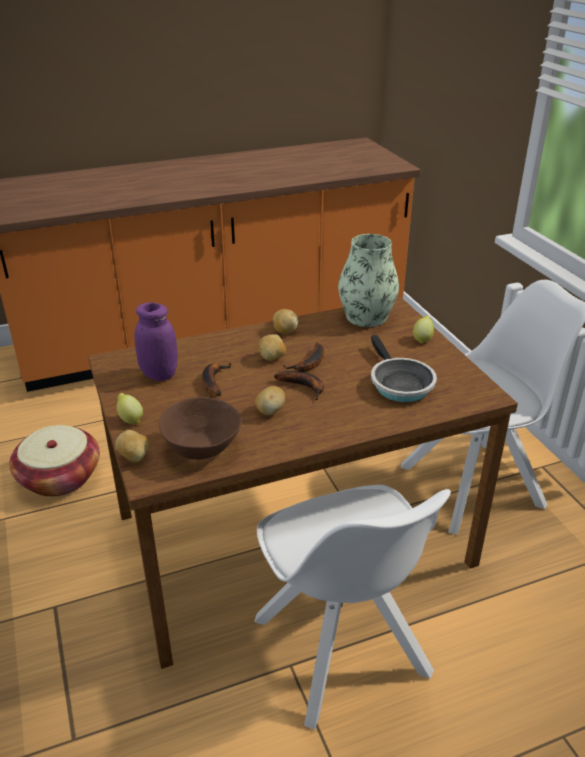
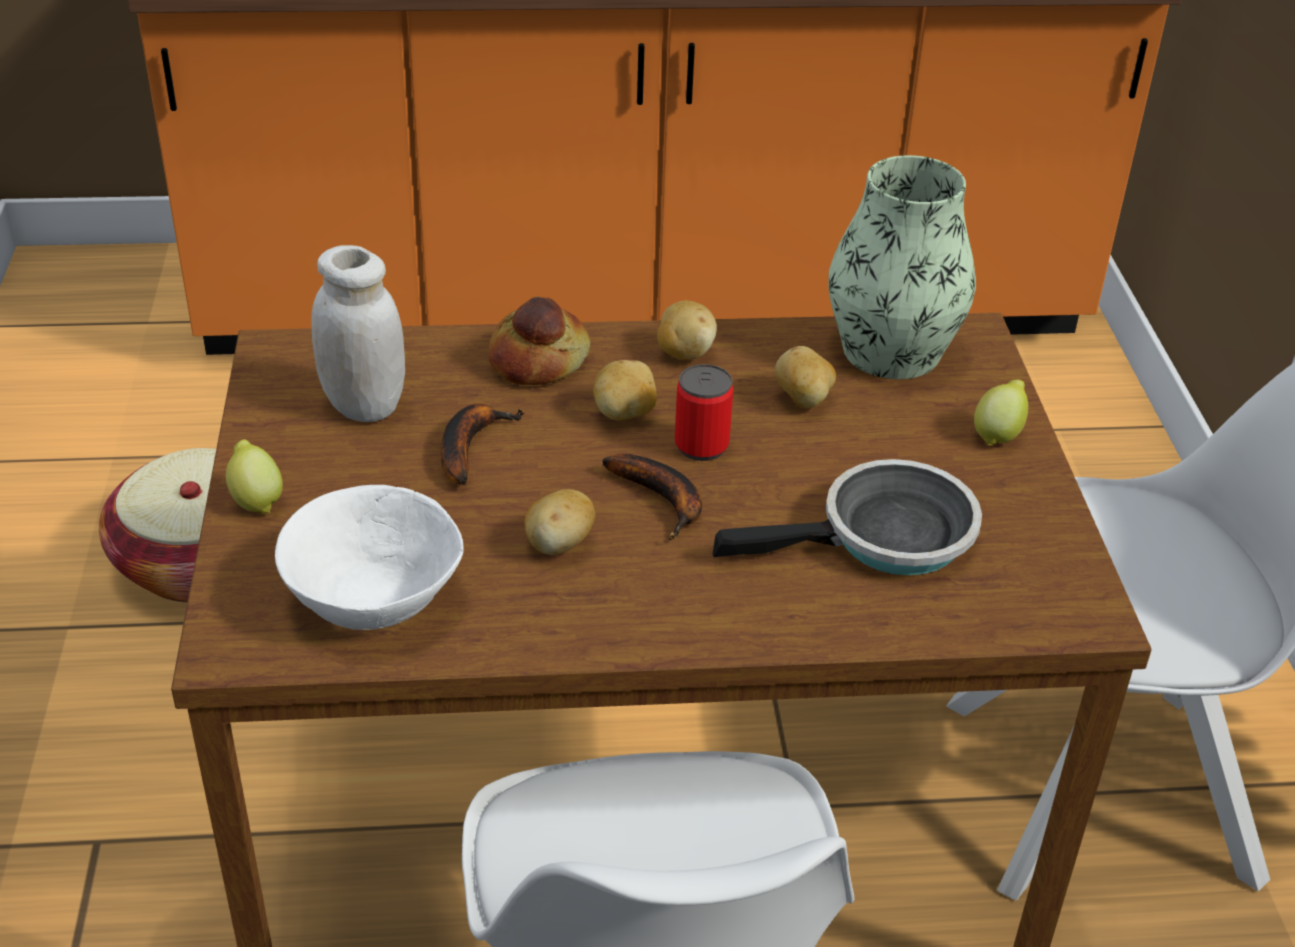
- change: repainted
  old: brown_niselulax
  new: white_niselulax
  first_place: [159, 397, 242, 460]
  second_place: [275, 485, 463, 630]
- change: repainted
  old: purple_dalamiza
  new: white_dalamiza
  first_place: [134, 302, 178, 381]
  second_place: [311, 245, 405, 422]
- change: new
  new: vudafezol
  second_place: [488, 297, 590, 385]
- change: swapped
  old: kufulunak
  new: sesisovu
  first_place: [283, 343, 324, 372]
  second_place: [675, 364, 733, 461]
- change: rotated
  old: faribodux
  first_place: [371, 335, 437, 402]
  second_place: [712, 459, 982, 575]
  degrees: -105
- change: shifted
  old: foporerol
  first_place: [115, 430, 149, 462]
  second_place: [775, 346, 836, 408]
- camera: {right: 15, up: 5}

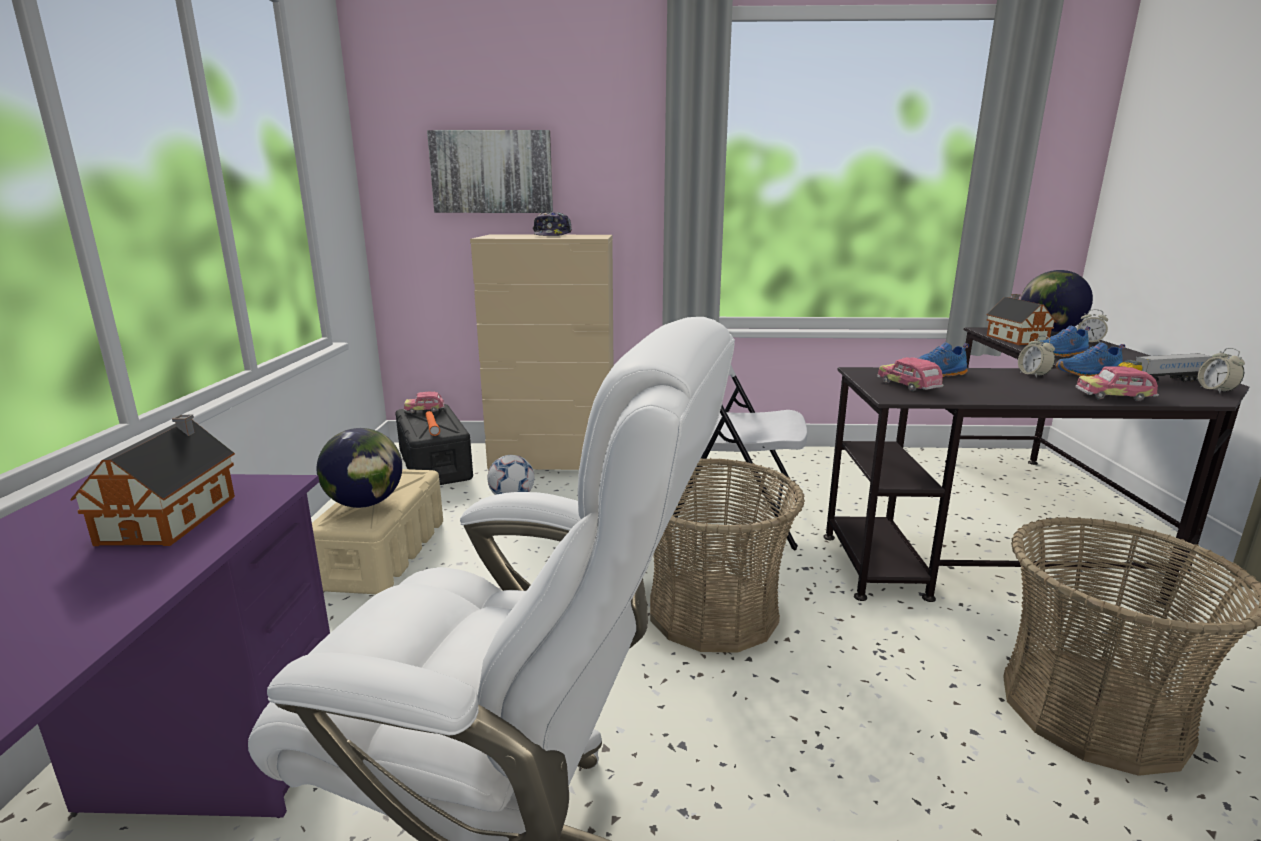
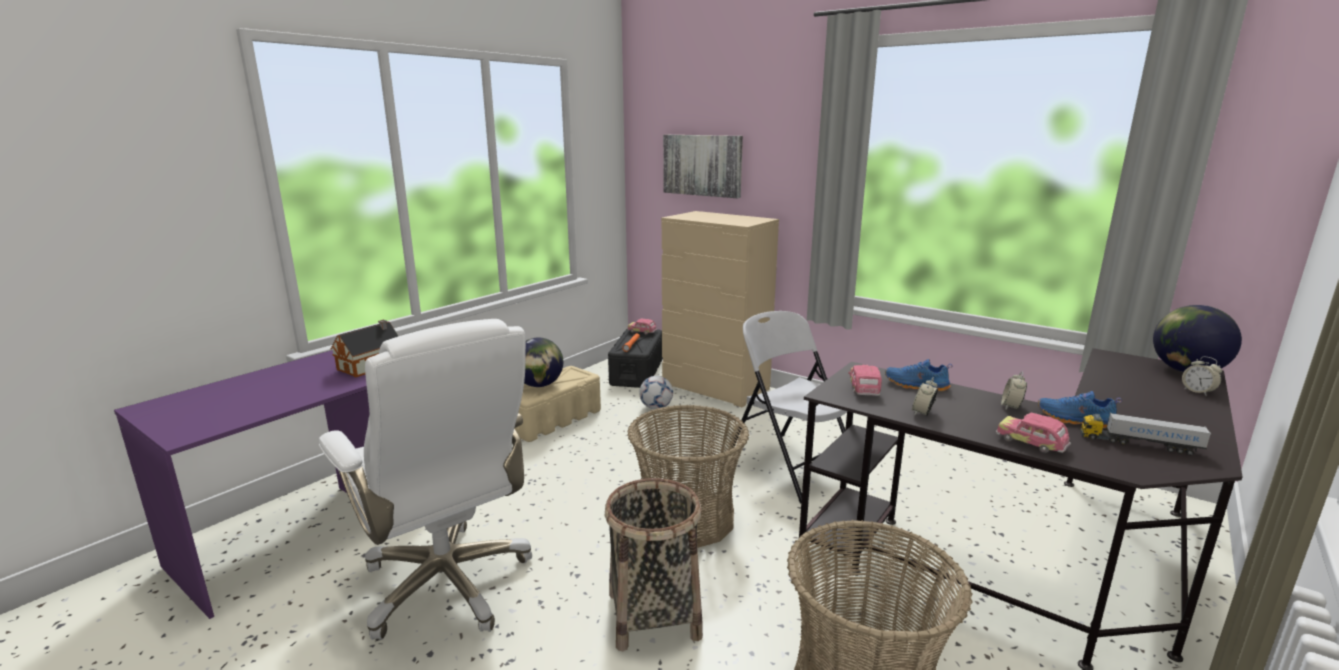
- change: new
  new: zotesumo
  second_place: [605, 478, 703, 651]
- change: shifted
  old: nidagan
  first_place: [1198, 348, 1245, 393]
  second_place: [912, 377, 938, 416]
- change: gone
  old: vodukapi
  first_place: [533, 211, 572, 236]
- change: gone
  old: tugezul
  first_place: [986, 294, 1056, 345]
- change: gone
  old: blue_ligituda
  first_place: [1040, 326, 1090, 357]
- camera: {right: 35, up: 0}

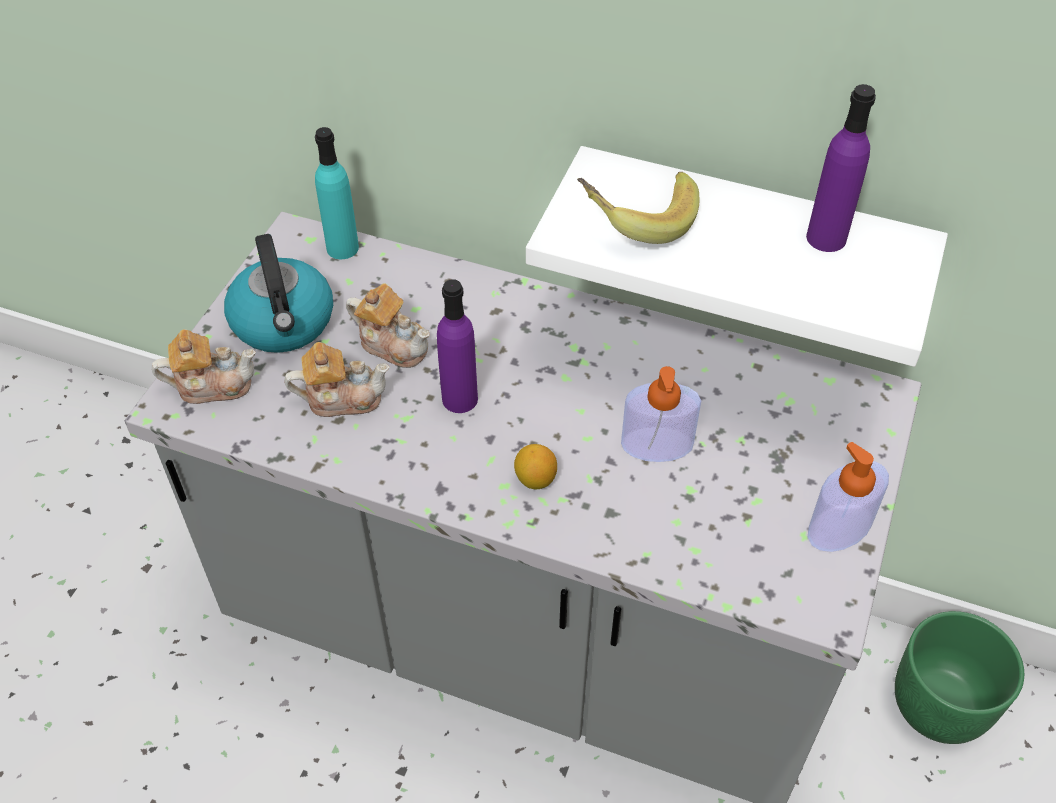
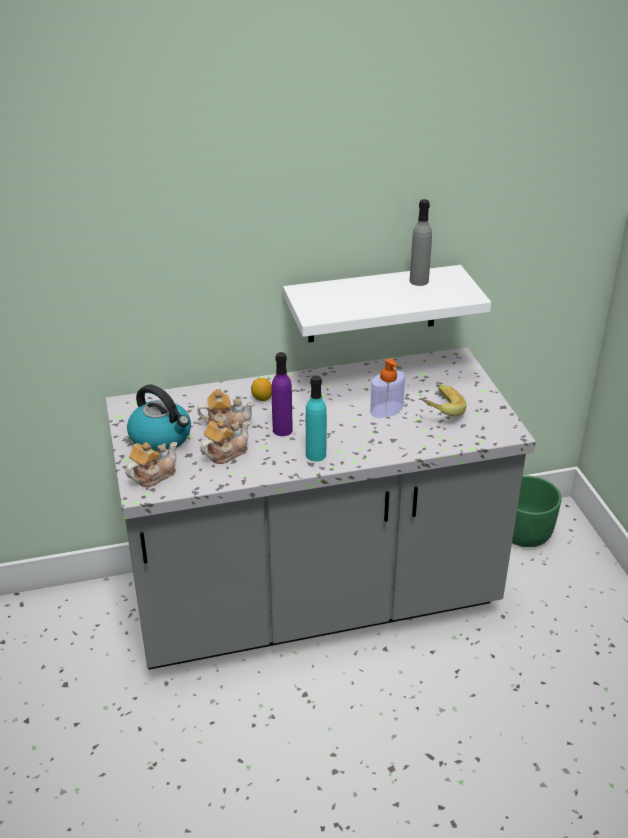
- change: shifted
  old: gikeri
  first_place: [514, 444, 557, 489]
  second_place: [251, 378, 272, 401]
- change: shifted
  old: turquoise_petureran
  first_place: [315, 127, 359, 259]
  second_place: [306, 375, 327, 462]
- change: repainted
  old: purple_petureran
  new: grey_petureran
  first_place: [806, 84, 876, 252]
  second_place: [410, 199, 432, 286]
- change: shifted
  old: kufulunak
  first_place: [577, 172, 700, 244]
  second_place: [420, 385, 466, 416]
- change: gone
  old: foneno
  first_place: [808, 442, 889, 552]
- camera: {right: -35, up: -15}

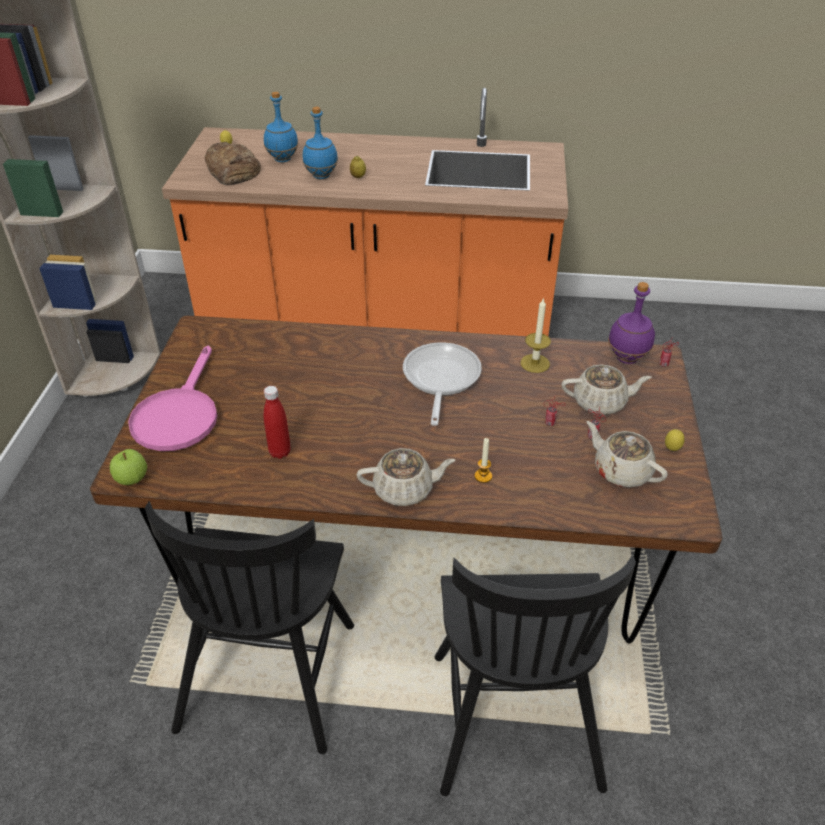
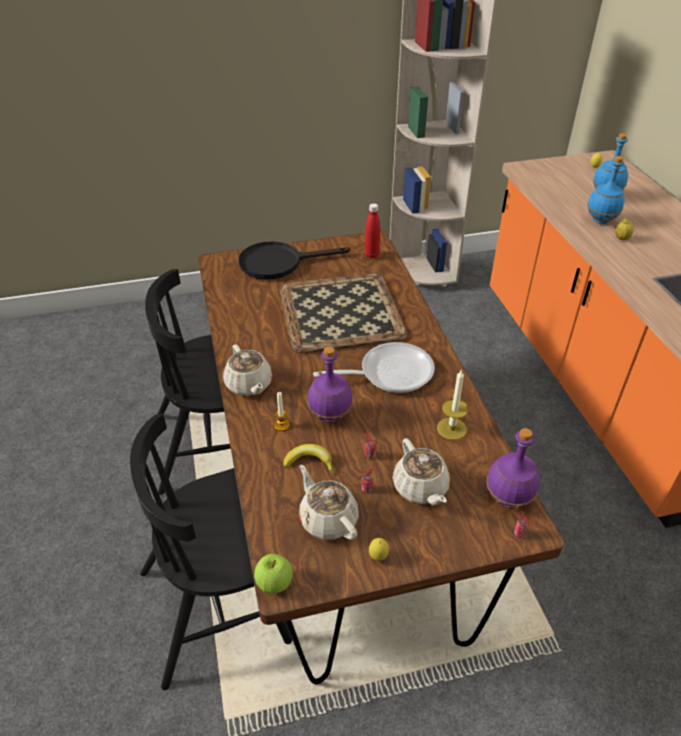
- change: repainted
  old: pink_faribodux
  new: black_faribodux
  first_place: [128, 345, 217, 451]
  second_place: [239, 241, 350, 280]
- change: shifted
  old: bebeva
  first_place: [110, 449, 147, 485]
  second_place: [254, 554, 293, 594]
- change: new
  new: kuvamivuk
  second_place: [279, 274, 407, 353]
- change: new
  new: kufulunak
  second_place: [283, 444, 333, 473]
- change: rotated
  old: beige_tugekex
  first_place: [587, 421, 668, 488]
  second_place: [299, 465, 359, 540]
  degrees: -60
- change: new
  new: purple_petureran
  second_place: [308, 347, 353, 423]
- change: shifted
  old: red_petureran
  first_place: [264, 386, 291, 459]
  second_place: [365, 203, 380, 258]
- change: gone
  old: vudafezol
  first_place: [205, 142, 261, 185]
- camera: {right: 70, up: 0}

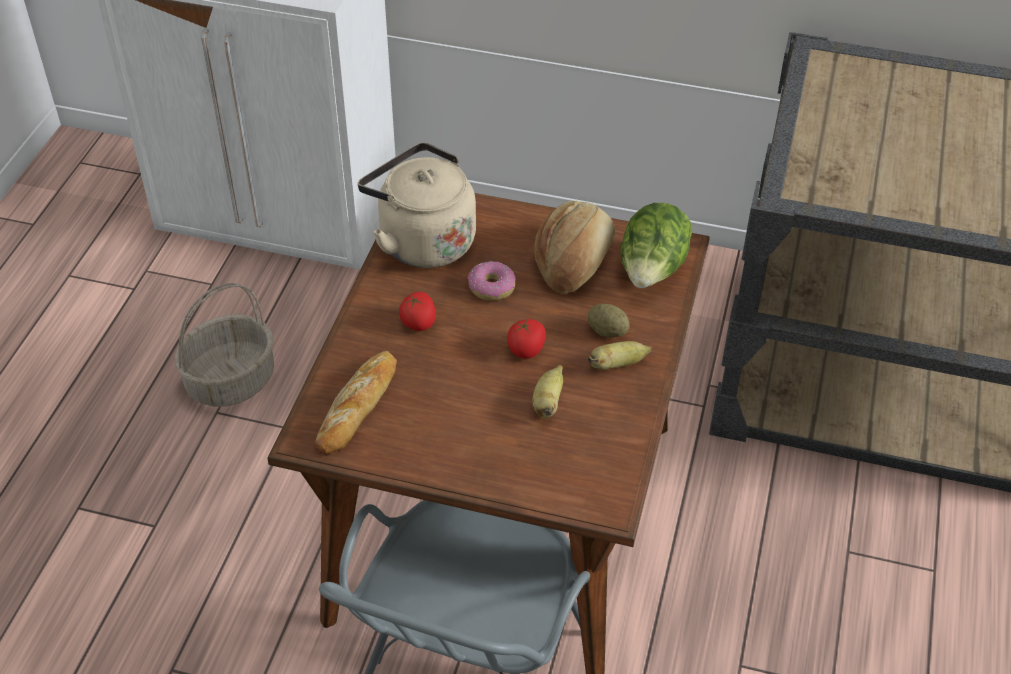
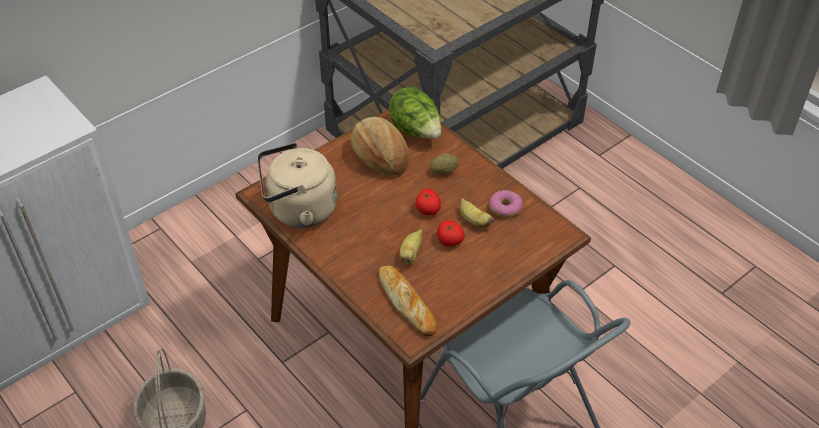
- change: shifted
  old: kufulunak
  first_place: [588, 341, 652, 370]
  second_place: [399, 229, 422, 264]
- change: shifted
  old: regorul
  first_place: [399, 292, 436, 331]
  second_place: [437, 220, 464, 247]
- change: shifted
  old: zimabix
  first_place: [468, 261, 516, 301]
  second_place: [489, 190, 523, 218]
- camera: {right: -55, up: 0}

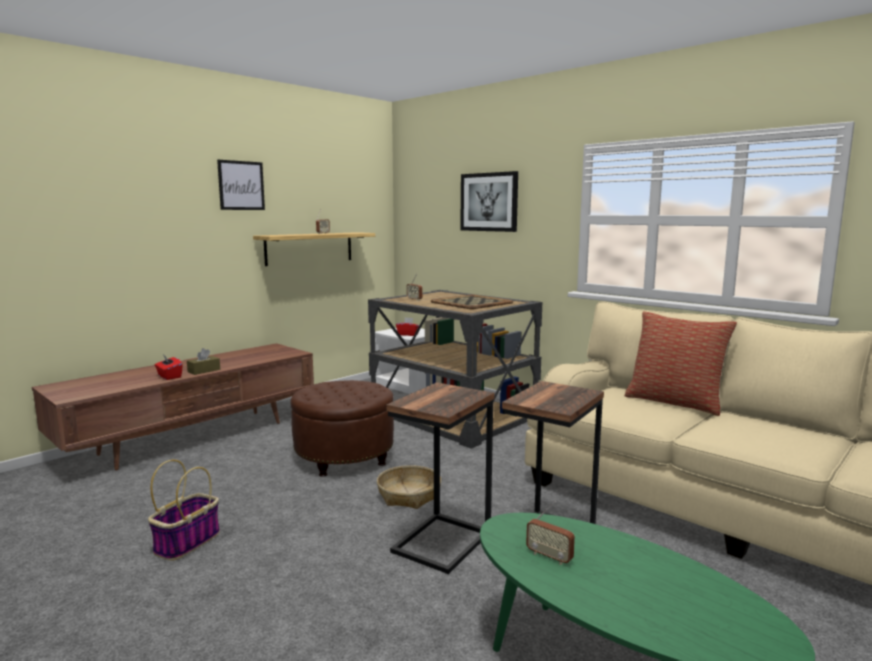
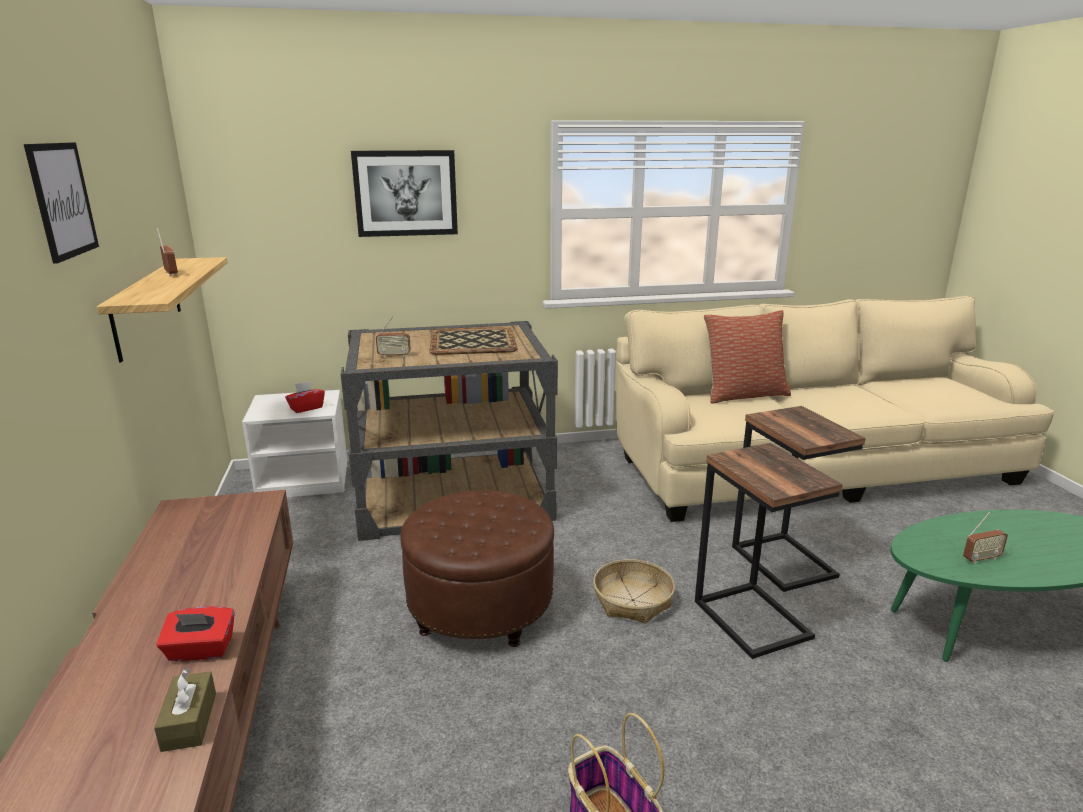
- change: shifted
  old: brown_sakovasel
  first_place: [187, 348, 220, 375]
  second_place: [154, 668, 216, 752]
- camera: {right: -55, up: 10}

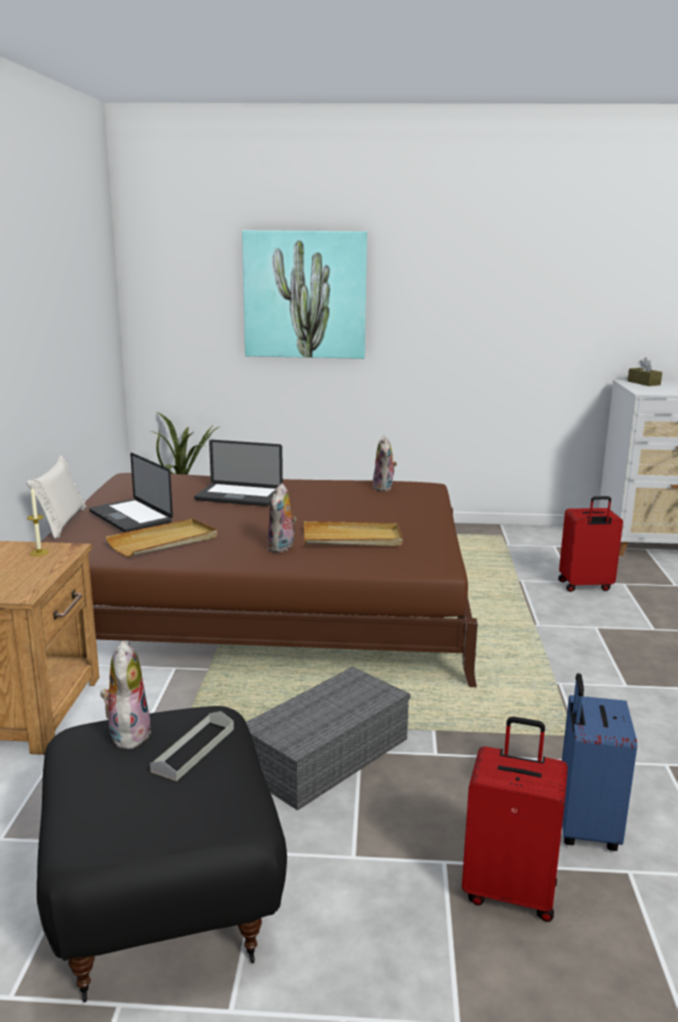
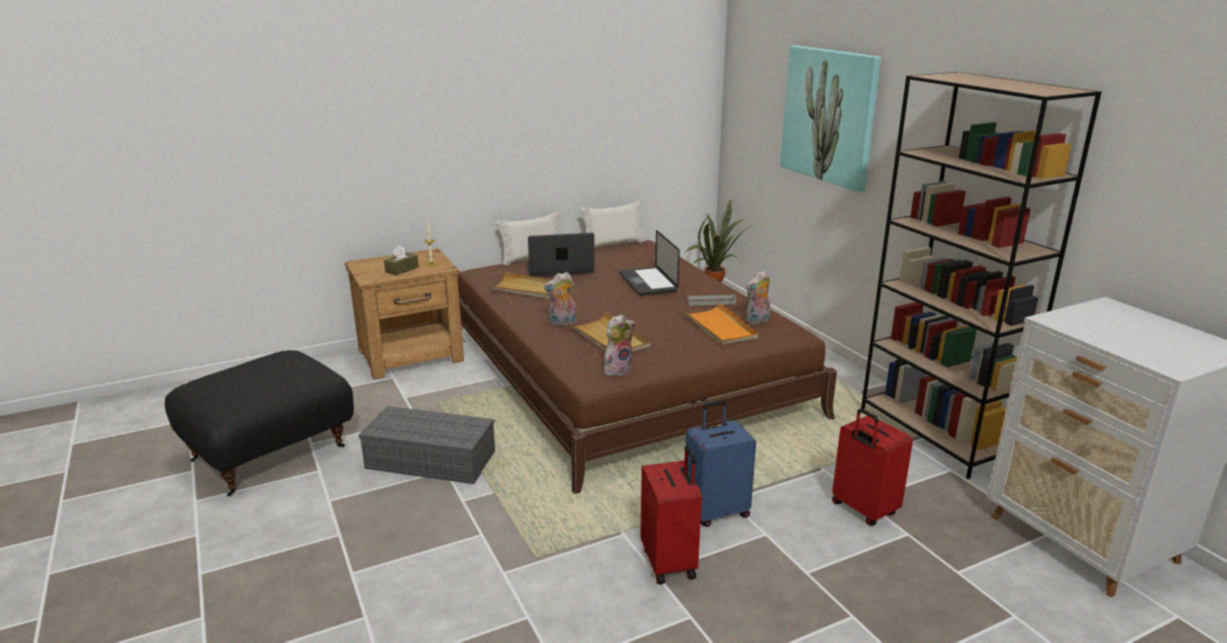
- change: shifted
  old: brown_sakovasel
  first_place: [628, 358, 662, 386]
  second_place: [384, 245, 419, 276]
- change: rotated
  old: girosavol
  first_place: [89, 453, 173, 532]
  second_place: [527, 233, 594, 277]
  degrees: 60
- change: new
  new: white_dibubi
  second_place: [579, 201, 645, 247]
- change: shifted
  old: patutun
  first_place: [100, 641, 151, 749]
  second_place: [604, 314, 635, 376]
- change: shifted
  old: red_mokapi
  first_place: [462, 717, 568, 922]
  second_place: [641, 445, 702, 585]
- change: new
  new: orange_kuvamivuk
  second_place: [681, 303, 758, 346]
- change: shifted
  old: blue_mokapi
  first_place: [562, 673, 637, 851]
  second_place: [686, 400, 756, 527]
- change: shifted
  old: grey_kuvamivuk
  first_place: [150, 711, 234, 781]
  second_place: [687, 294, 736, 306]
- change: new
  new: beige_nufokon
  second_place: [861, 72, 1101, 479]
- camera: {right: 60, up: 5}

